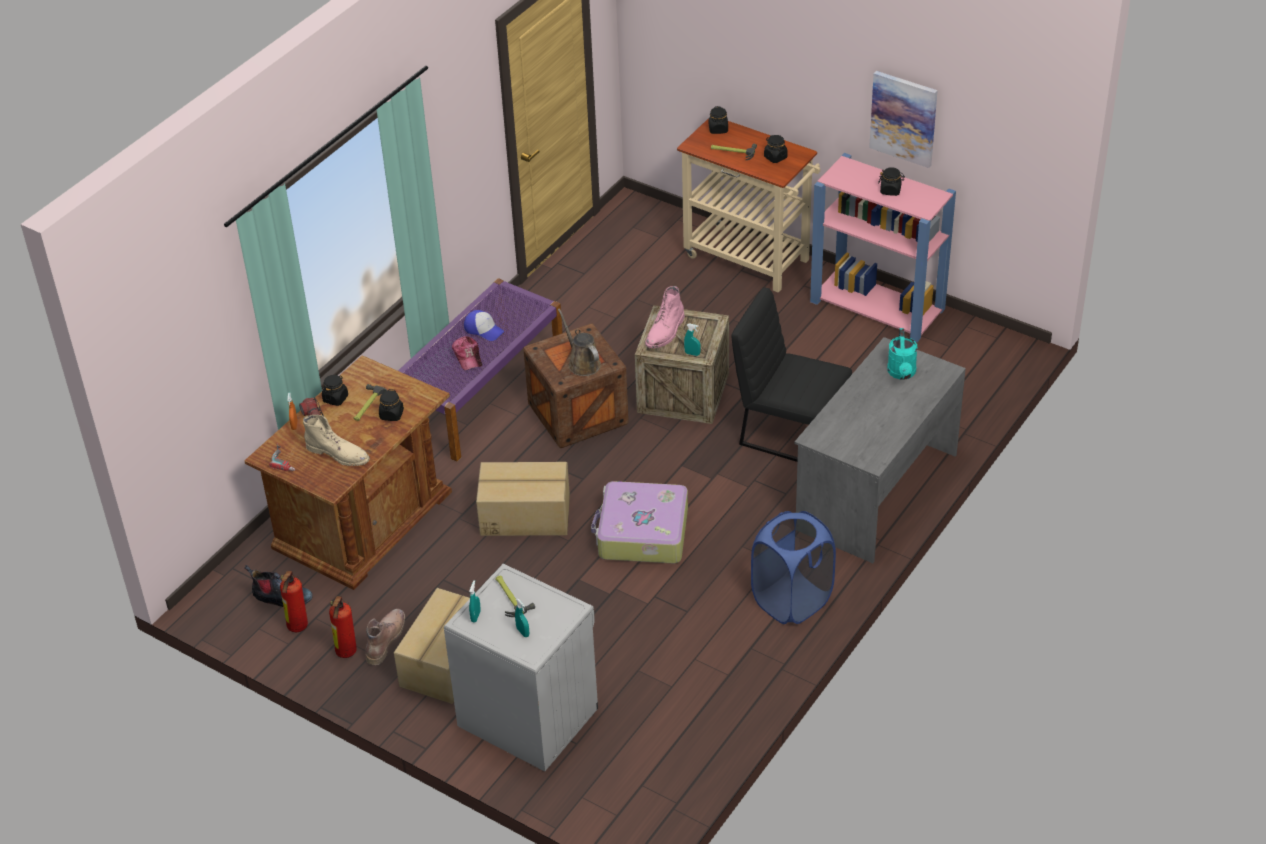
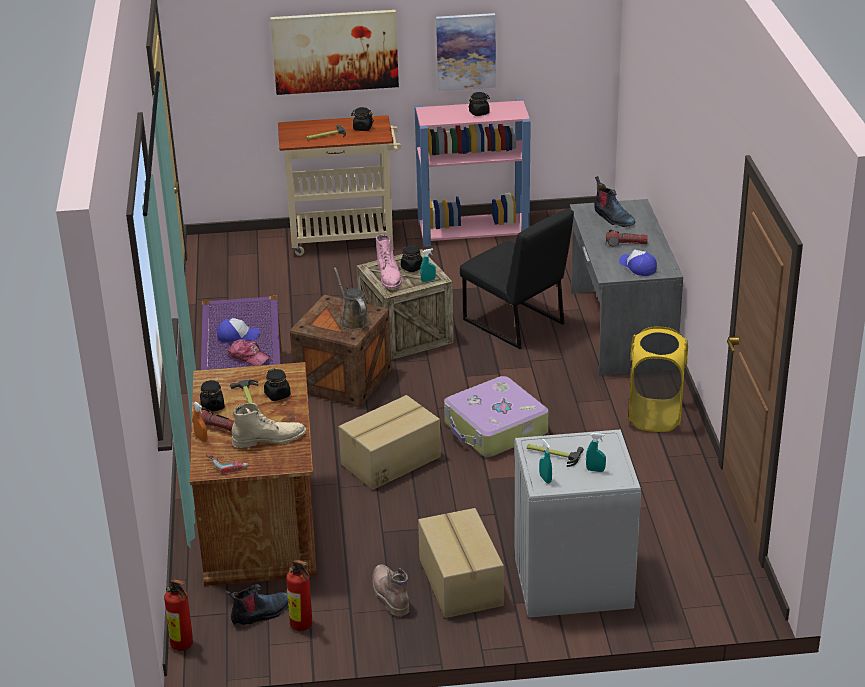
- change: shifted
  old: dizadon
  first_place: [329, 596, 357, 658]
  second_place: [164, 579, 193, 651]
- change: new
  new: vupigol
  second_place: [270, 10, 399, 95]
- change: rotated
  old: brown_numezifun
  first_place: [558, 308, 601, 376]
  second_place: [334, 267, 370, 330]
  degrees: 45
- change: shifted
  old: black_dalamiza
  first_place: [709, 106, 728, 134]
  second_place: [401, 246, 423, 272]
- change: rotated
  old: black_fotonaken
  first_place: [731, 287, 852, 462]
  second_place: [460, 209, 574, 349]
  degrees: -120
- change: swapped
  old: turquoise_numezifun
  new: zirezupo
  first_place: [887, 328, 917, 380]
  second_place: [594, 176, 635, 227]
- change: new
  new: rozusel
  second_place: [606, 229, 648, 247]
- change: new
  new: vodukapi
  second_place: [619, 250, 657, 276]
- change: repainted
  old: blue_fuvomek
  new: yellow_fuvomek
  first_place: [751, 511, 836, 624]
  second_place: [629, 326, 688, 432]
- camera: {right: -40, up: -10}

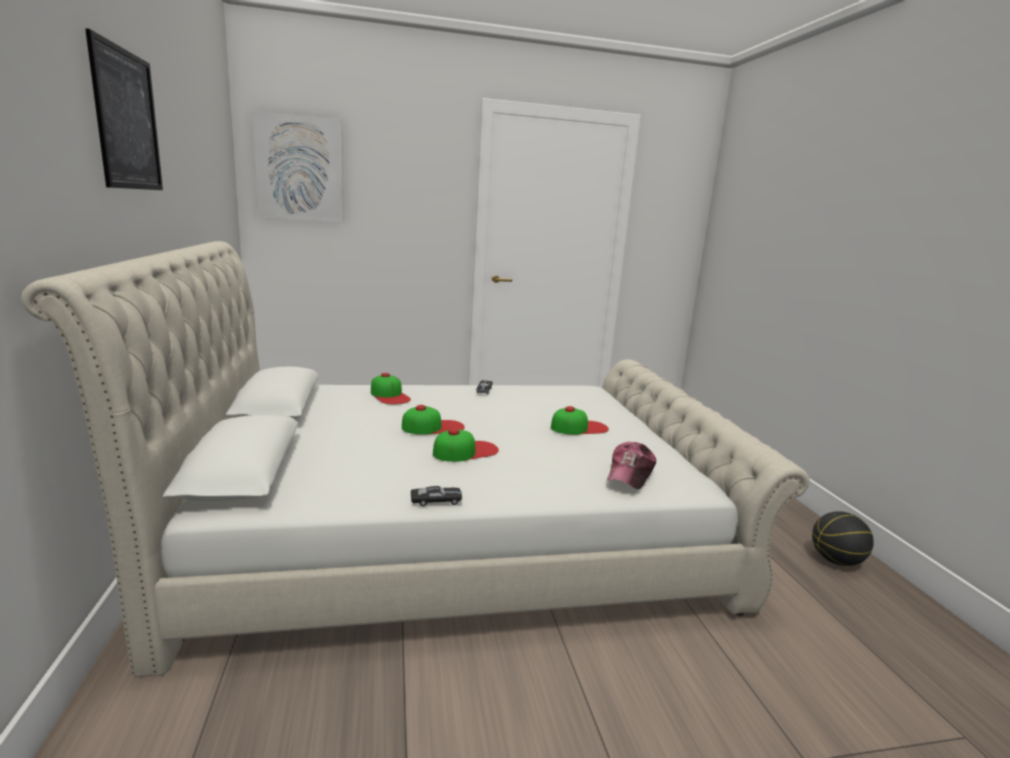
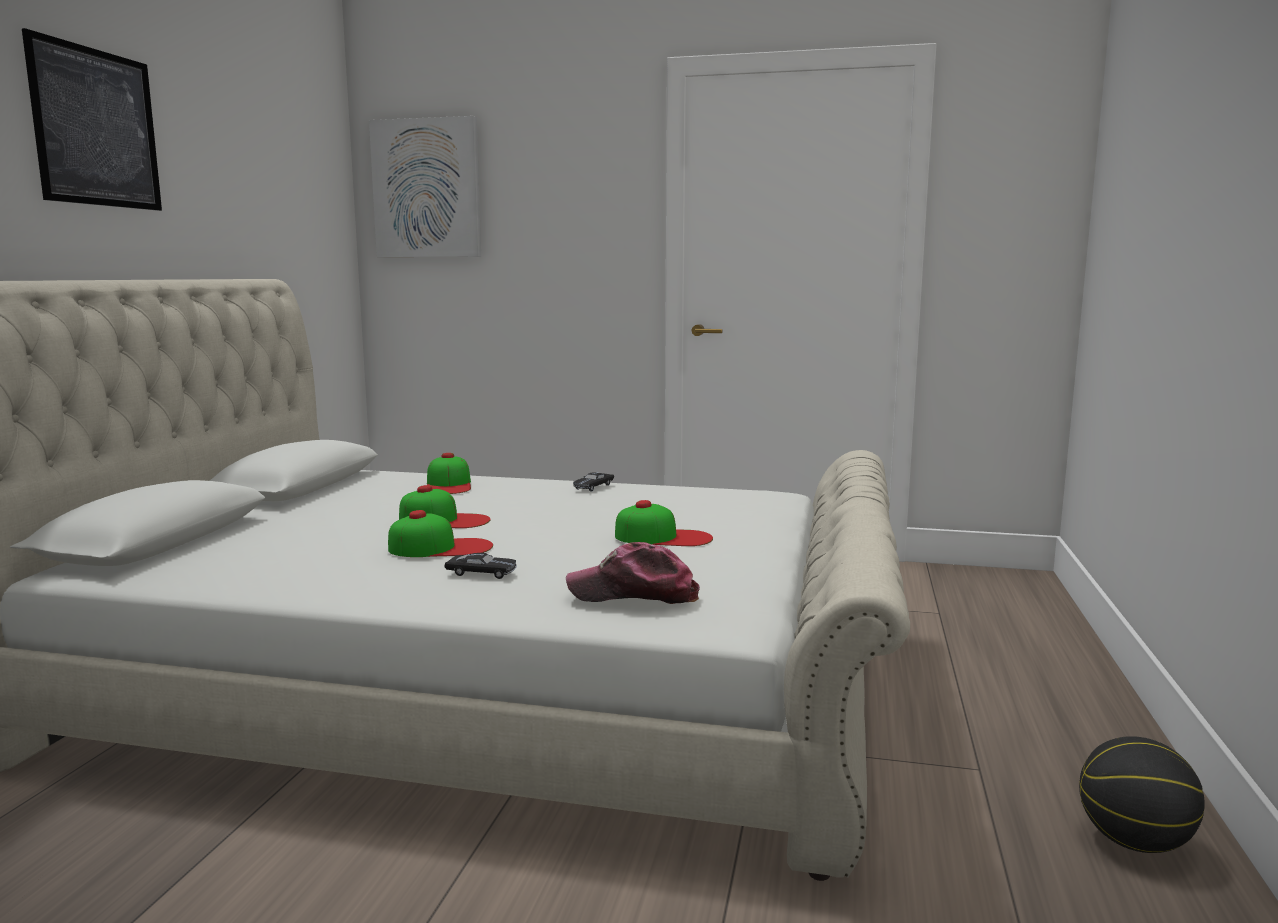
- change: shifted
  old: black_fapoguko
  first_place: [411, 486, 463, 506]
  second_place: [445, 553, 517, 579]
- change: rotated
  old: vodukapi
  first_place: [606, 442, 656, 490]
  second_place: [566, 542, 700, 604]
  degrees: 45
- camera: {right: 25, up: -5}

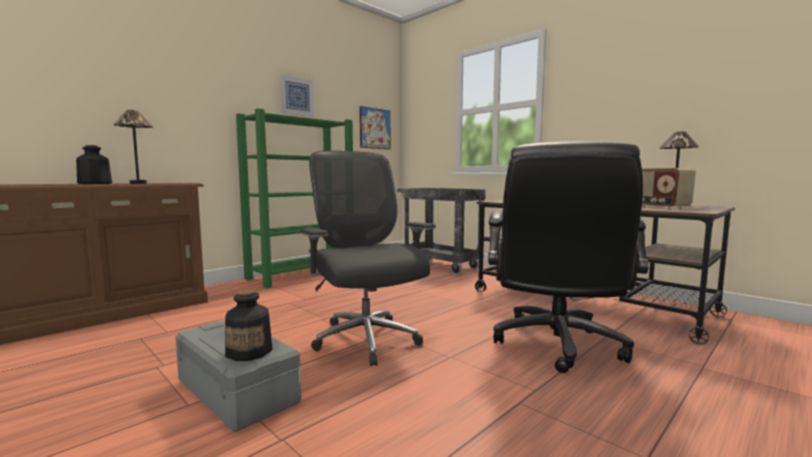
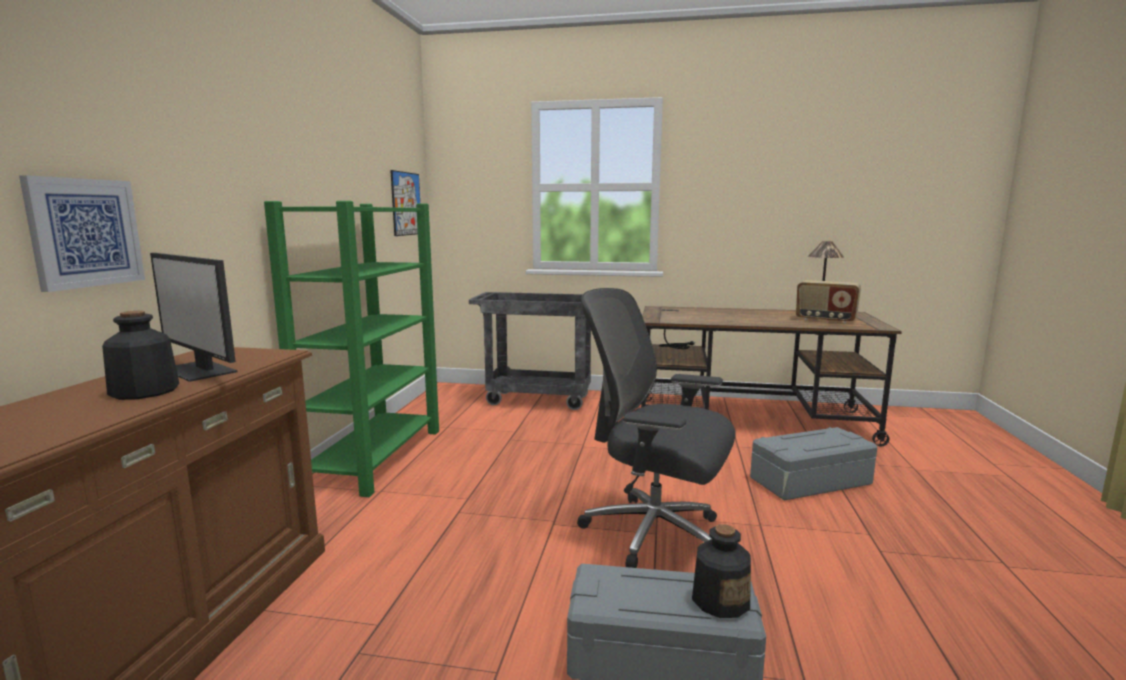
- change: shifted
  old: vupigol
  first_place: [279, 74, 314, 117]
  second_place: [19, 175, 145, 292]
- change: swapped
  old: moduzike
  new: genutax
  first_place: [114, 110, 153, 184]
  second_place: [150, 253, 237, 382]
- change: swapped
  old: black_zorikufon
  new: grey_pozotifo
  first_place: [488, 141, 649, 373]
  second_place: [750, 427, 877, 501]
- camera: {right: -35, up: 5}

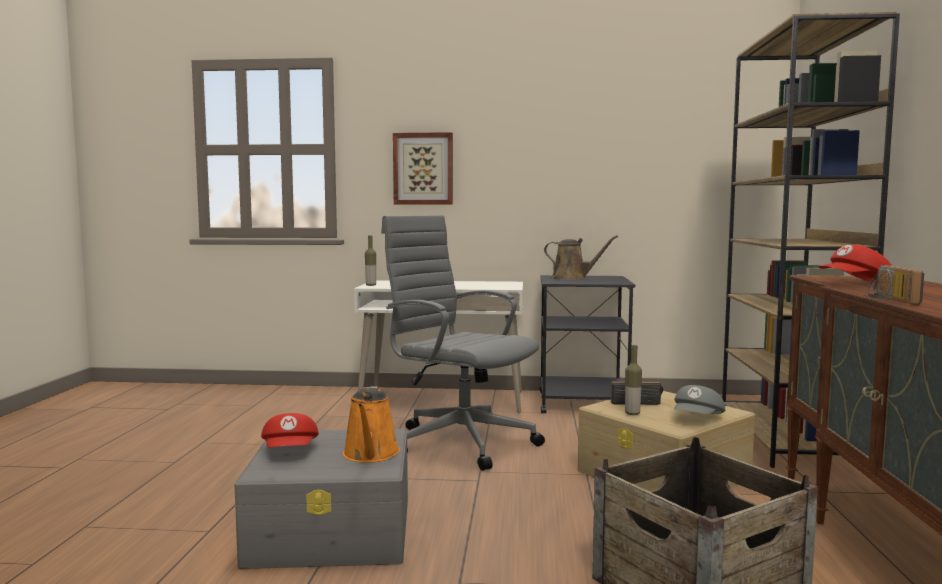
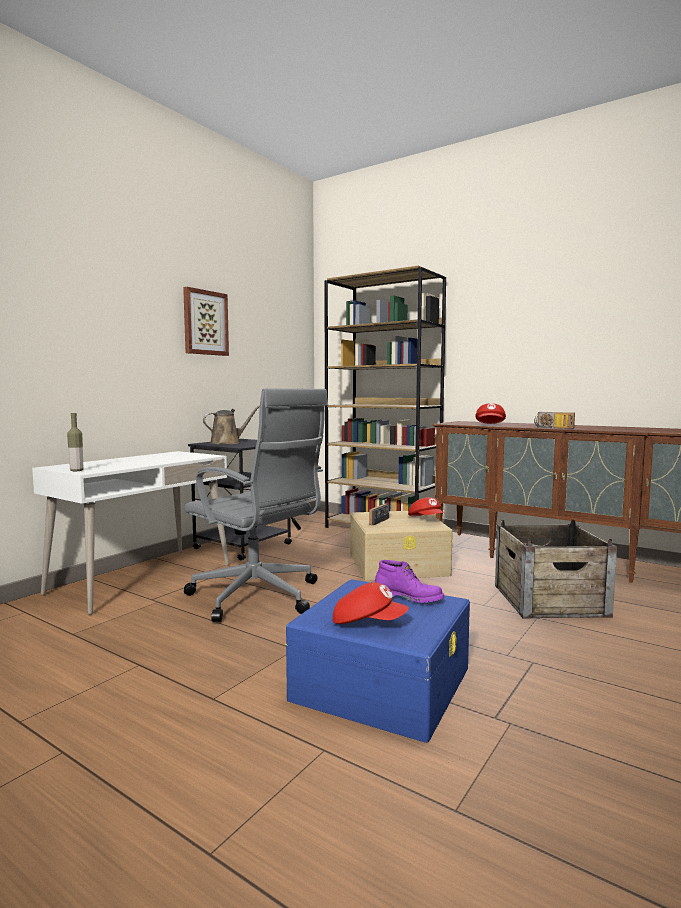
- change: shifted
  old: vupigol
  first_place: [393, 132, 453, 204]
  second_place: [183, 287, 229, 356]
- change: rotated
  old: grey_zorikufon
  first_place: [381, 215, 545, 471]
  second_place: [184, 389, 328, 622]
  degrees: -120
- change: repainted
  old: grey_pozotifo
  new: blue_pozotifo
  first_place: [234, 429, 408, 569]
  second_place: [285, 579, 470, 743]
- change: swapped
  old: orange_numezifun
  new: purple_zirezupo
  first_place: [343, 386, 400, 463]
  second_place: [375, 560, 444, 603]
- change: repainted
  old: grey_vodukapi
  new: red_vodukapi
  first_place: [674, 385, 725, 415]
  second_place: [408, 497, 444, 516]
- change: gone
  old: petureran
  first_place: [625, 345, 642, 415]
- camera: {right: -60, up: 0}

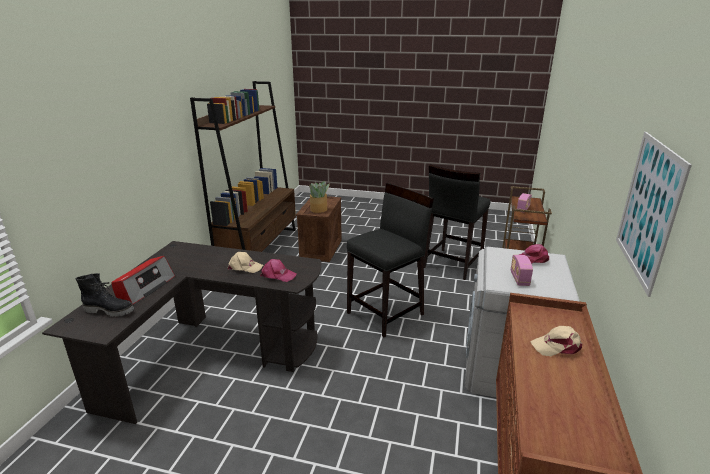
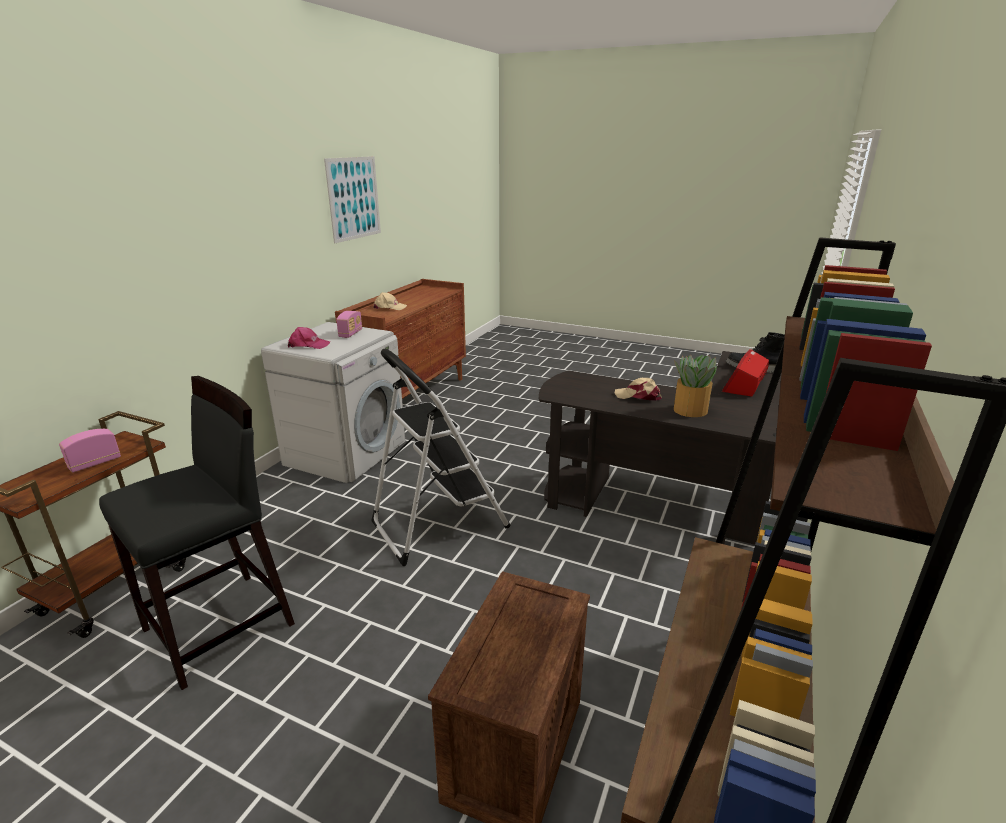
- change: swapped
  old: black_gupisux
  new: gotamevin
  first_place: [347, 183, 434, 337]
  second_place: [371, 349, 510, 566]
- change: shifted
  old: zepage
  first_place: [309, 181, 330, 213]
  second_place: [674, 354, 717, 417]
- change: gone
  old: pink_vodukapi
  first_place: [260, 259, 297, 282]
- camera: {right: -170, up: 0}

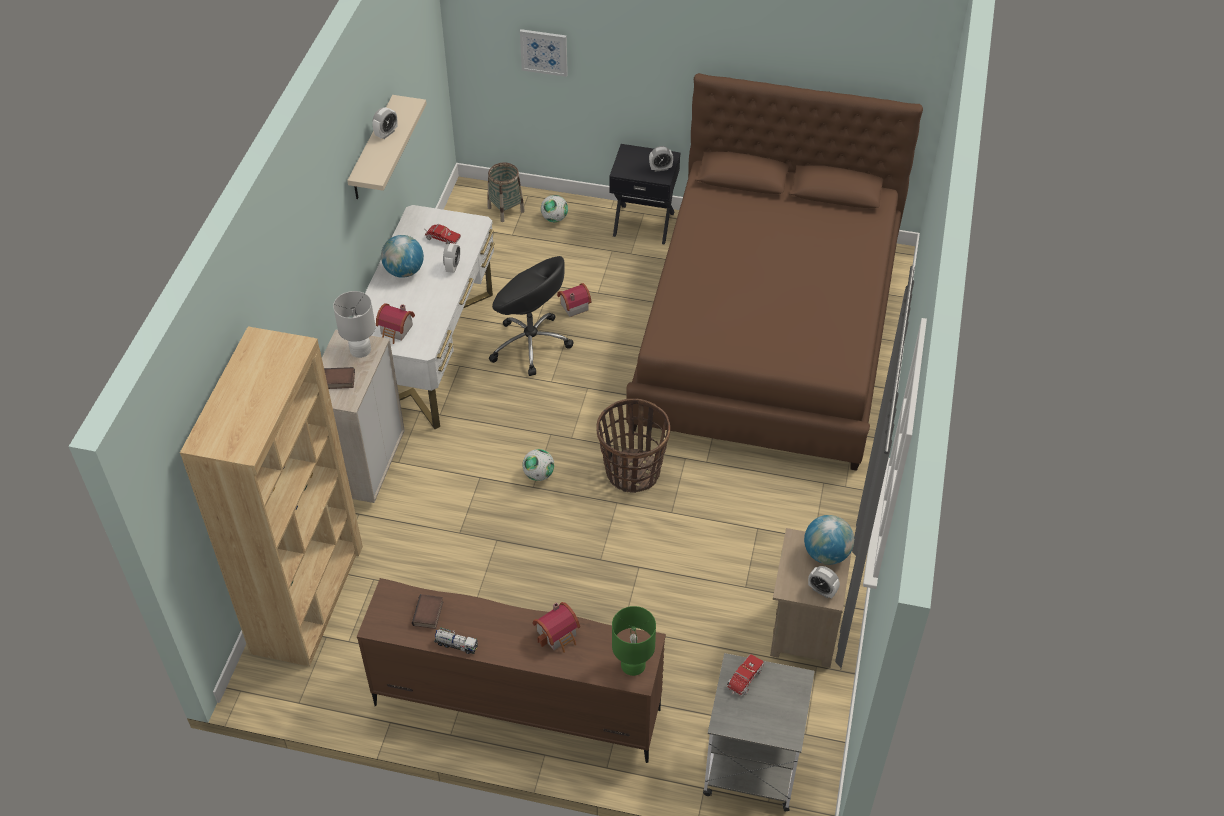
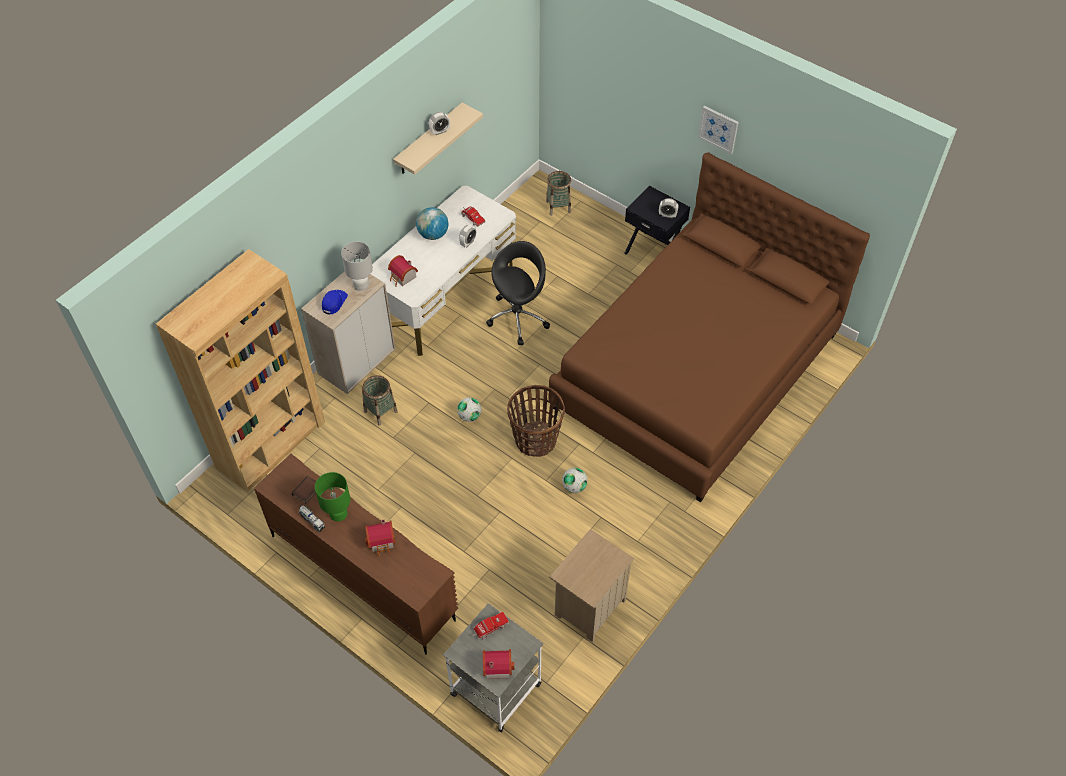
- change: shifted
  old: green_moduzike
  first_place: [612, 606, 656, 676]
  second_place: [315, 472, 351, 522]
- change: swapped
  old: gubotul
  new: blue_vodukapi
  first_place: [324, 367, 355, 389]
  second_place: [322, 290, 348, 315]
- change: new
  new: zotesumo
  second_place: [362, 375, 398, 426]
- change: shifted
  old: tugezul
  first_place: [557, 283, 592, 317]
  second_place: [483, 649, 514, 679]
- change: rotated
  old: black_zorikufon
  first_place: [489, 256, 574, 376]
  second_place: [486, 241, 550, 345]
  degrees: -90
- change: shifted
  old: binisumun
  first_place: [541, 195, 568, 222]
  second_place: [562, 468, 588, 493]
- change: shifted
  old: vupigol
  first_place: [520, 29, 568, 77]
  second_place: [698, 105, 739, 154]
- change: gone
  old: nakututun
  first_place: [804, 515, 854, 565]
- change: gone
  old: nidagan
  first_place: [808, 566, 840, 599]
- camera: {right: 25, up: 5}

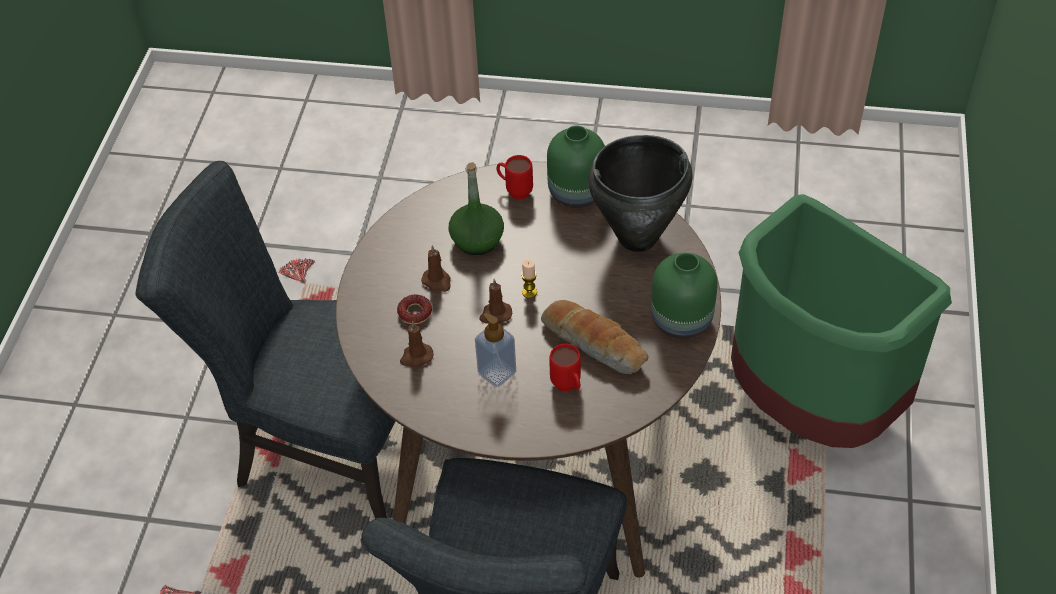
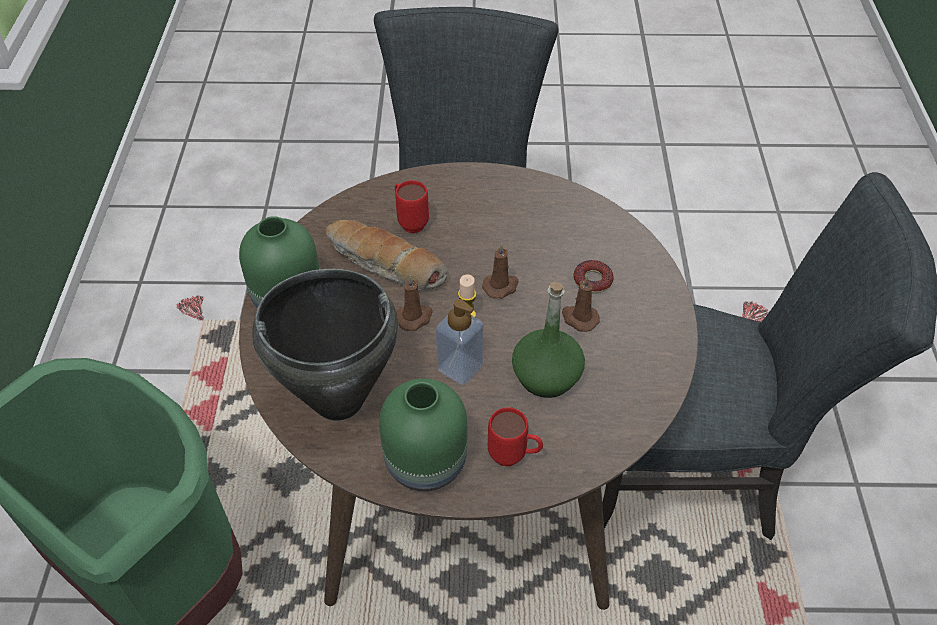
- change: shifted
  old: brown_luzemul
  first_place: [400, 321, 434, 367]
  second_place: [396, 275, 433, 331]
- change: shifted
  old: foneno
  first_place: [475, 313, 516, 387]
  second_place: [436, 299, 484, 385]
- camera: {right: 170, up: 0}

